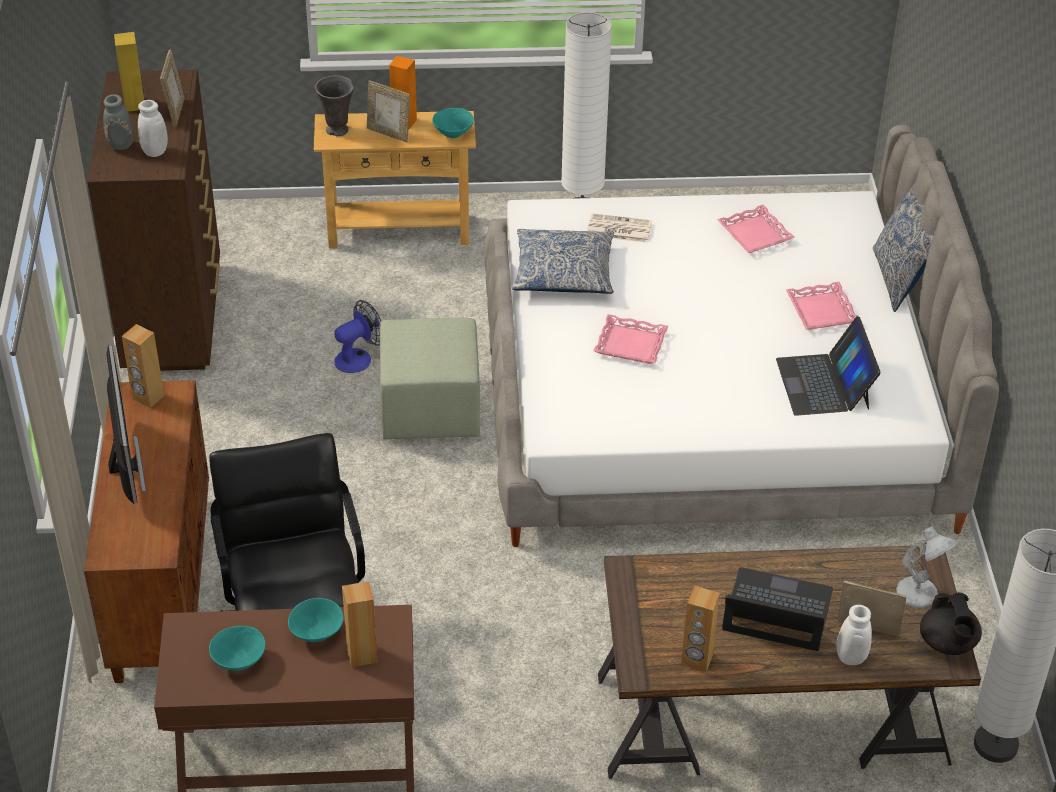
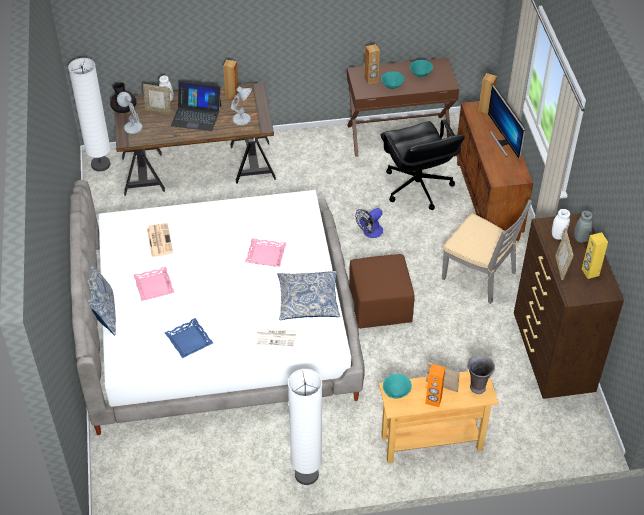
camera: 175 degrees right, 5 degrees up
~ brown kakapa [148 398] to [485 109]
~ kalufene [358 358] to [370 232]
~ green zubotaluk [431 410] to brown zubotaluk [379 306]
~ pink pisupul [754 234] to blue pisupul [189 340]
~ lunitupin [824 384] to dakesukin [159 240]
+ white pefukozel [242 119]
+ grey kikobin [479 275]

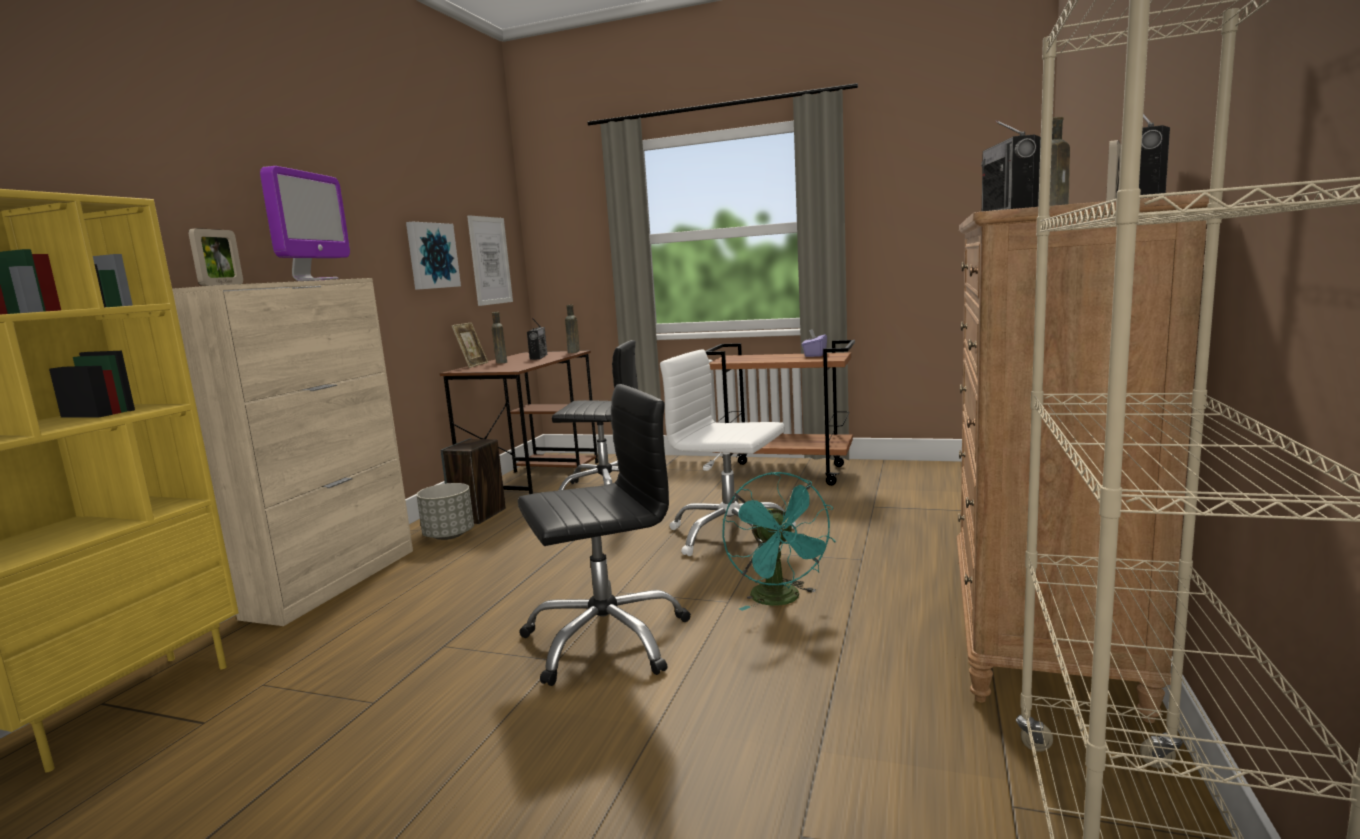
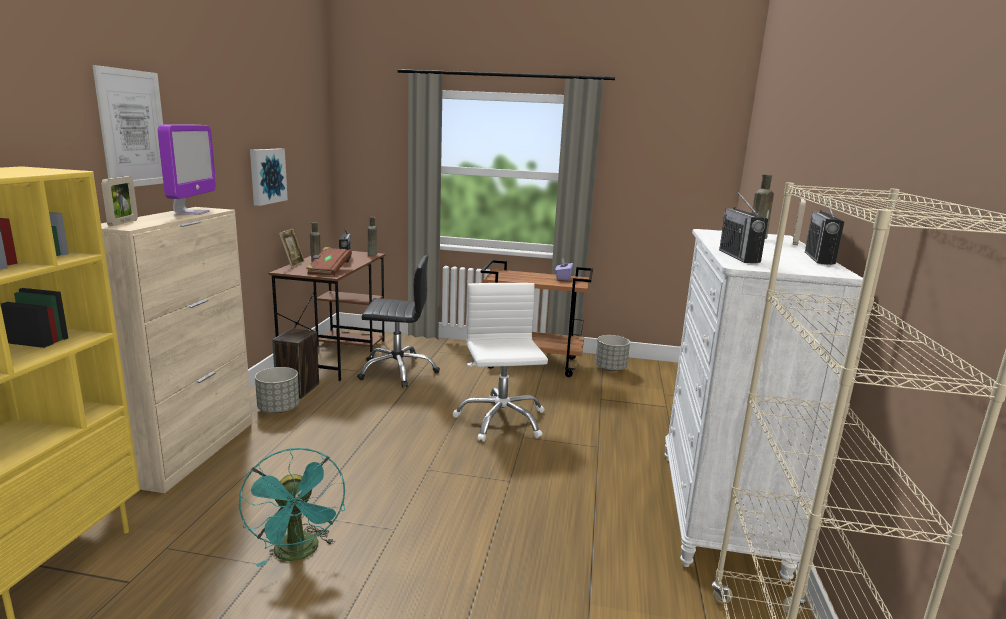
camera: 10 degrees left, 5 degrees up
~ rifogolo [490 260] to [133 128]
- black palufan [606 639]
~ white palufan [730 535] = [501 420] 60 degrees clockwise
~ turquoise kalufene [781 600] to [299 554]
~ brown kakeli [1040 630] to white kakeli [719 511]
+ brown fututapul [329 270]
+ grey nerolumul [610 368]

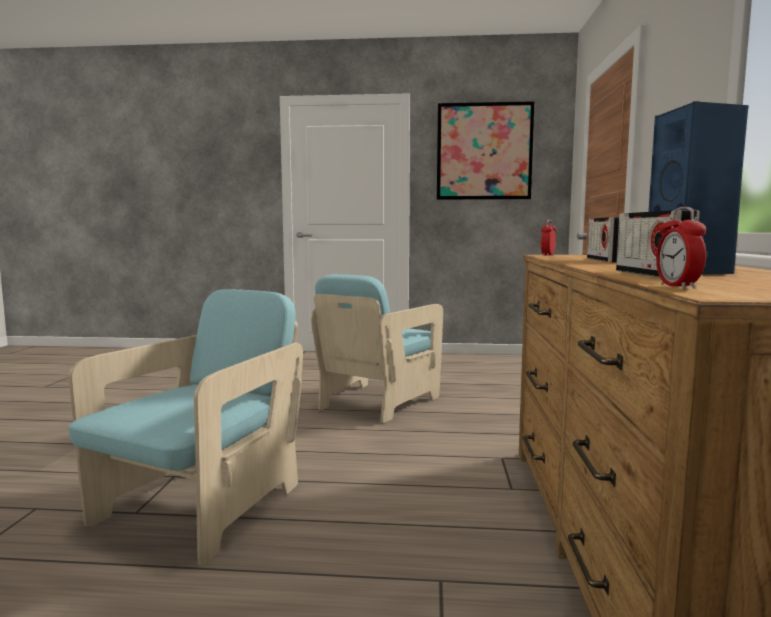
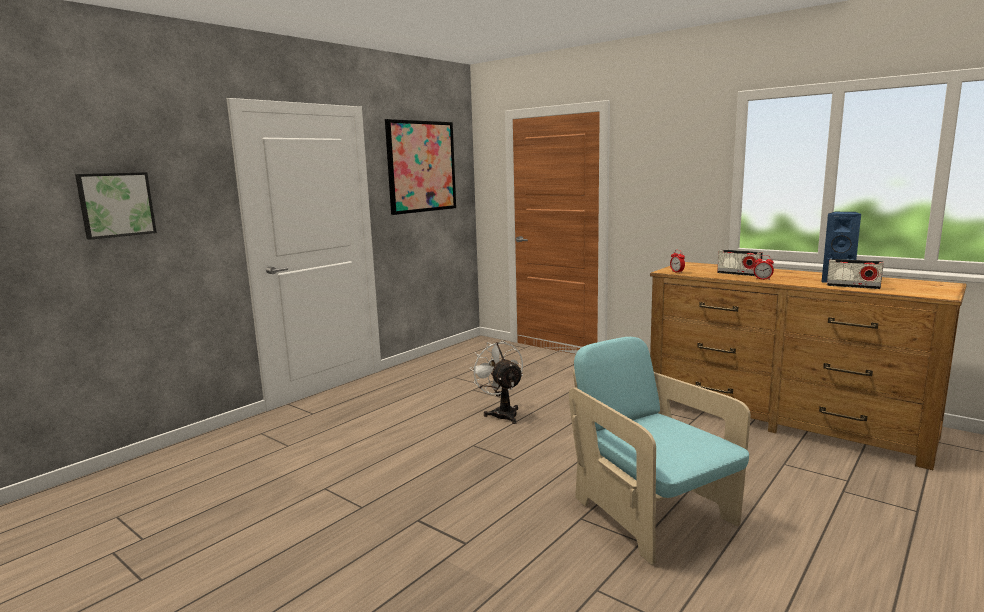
camera: 55 degrees left, 5 degrees up
~ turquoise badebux [378 402] to white kalufene [502 413]
~ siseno [677 286] to [763 279]
+ rifogolo [116 204]

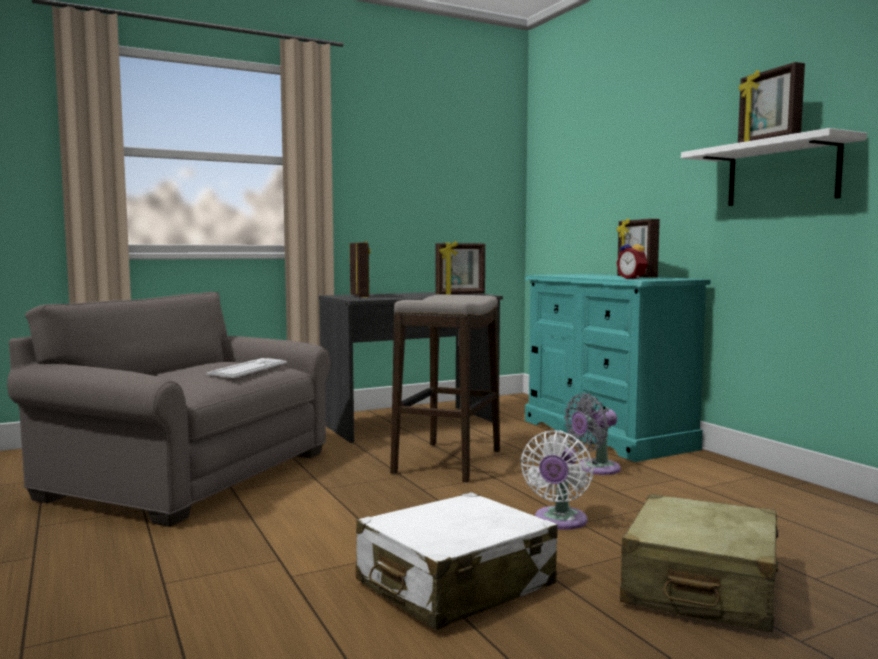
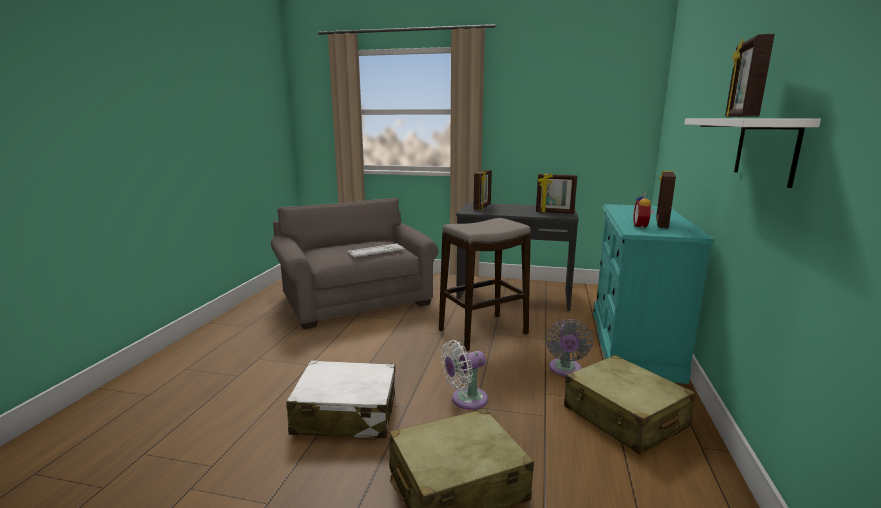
camera: 40 degrees right, 10 degrees up
~ grey kalufene [594 469] = [565 370] 90 degrees counterclockwise
+ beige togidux [624 417]

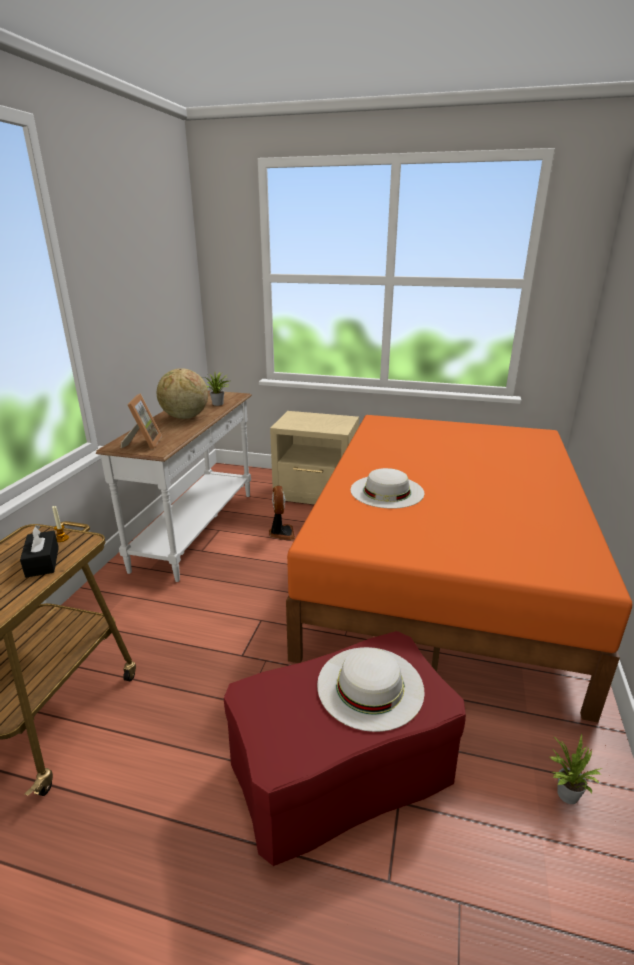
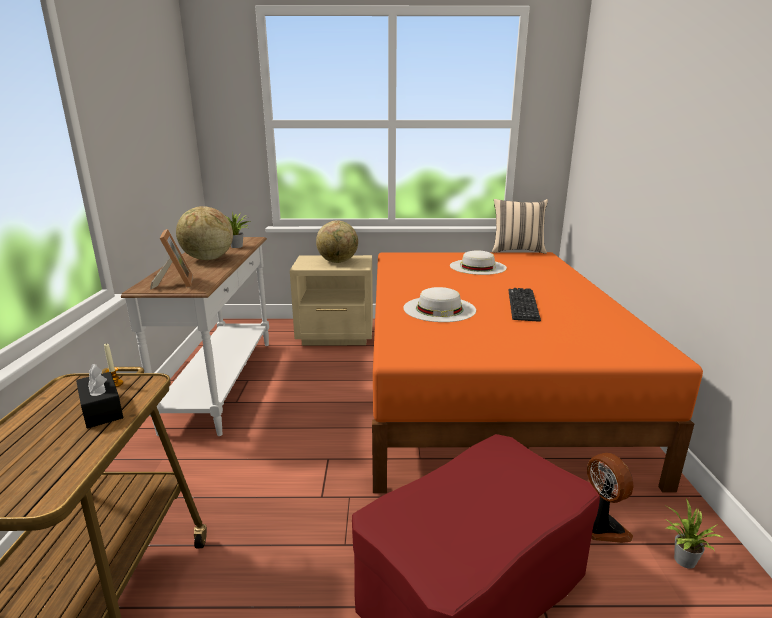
camera: 15 degrees left, 5 degrees down
~ kalufene [281 533] to [601 527]
~ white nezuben [370 686] to [477 267]
+ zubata [338 262]
+ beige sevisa [517 250]
+ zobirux [523 305]

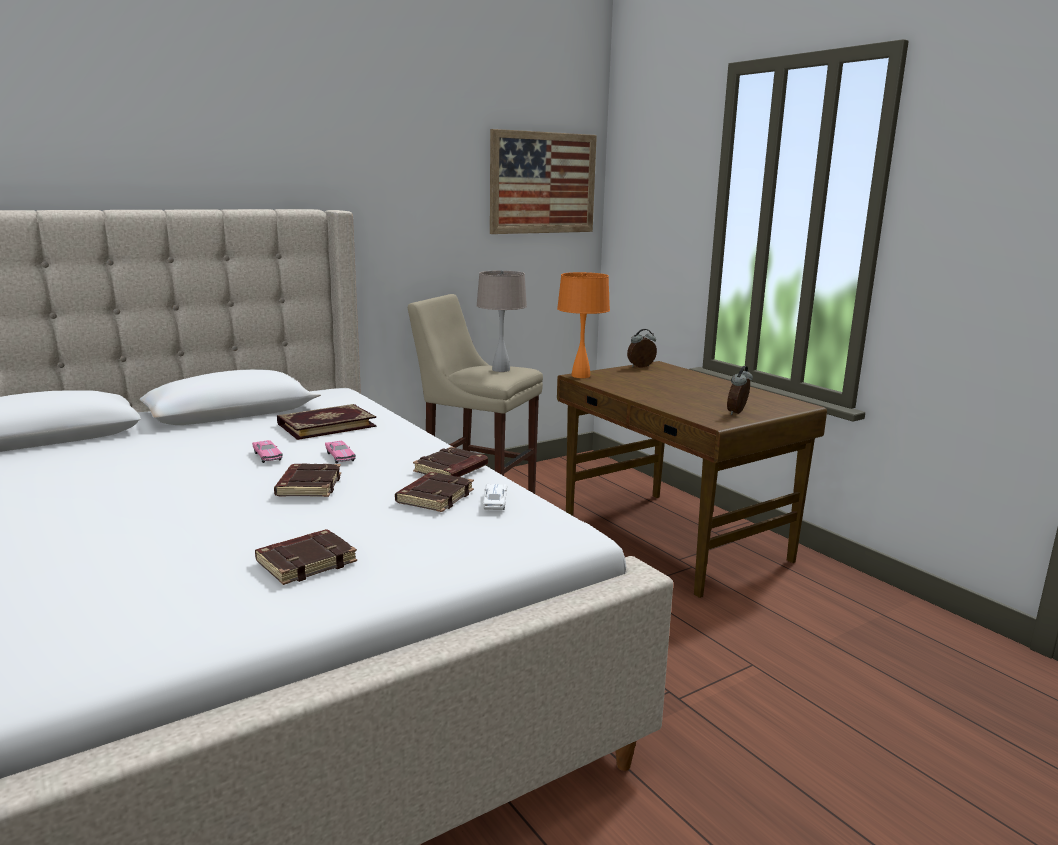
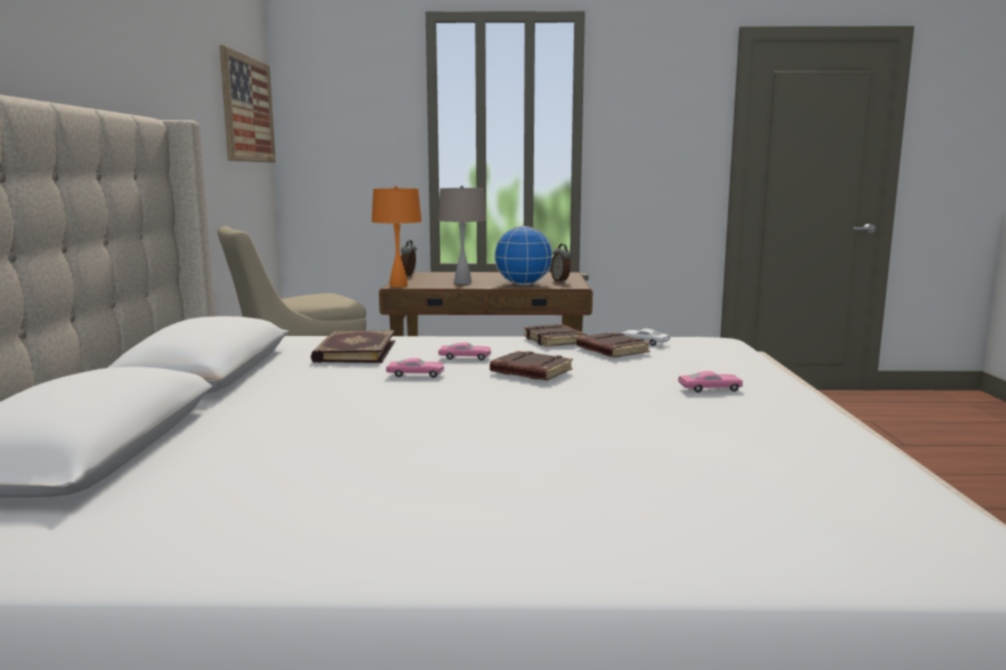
camera: 55 degrees left, 5 degrees down
~ brown fututapul [306 562] to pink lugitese [710 389]
~ beige pefukozel [500 369] to [462 283]
+ zubata [522 284]

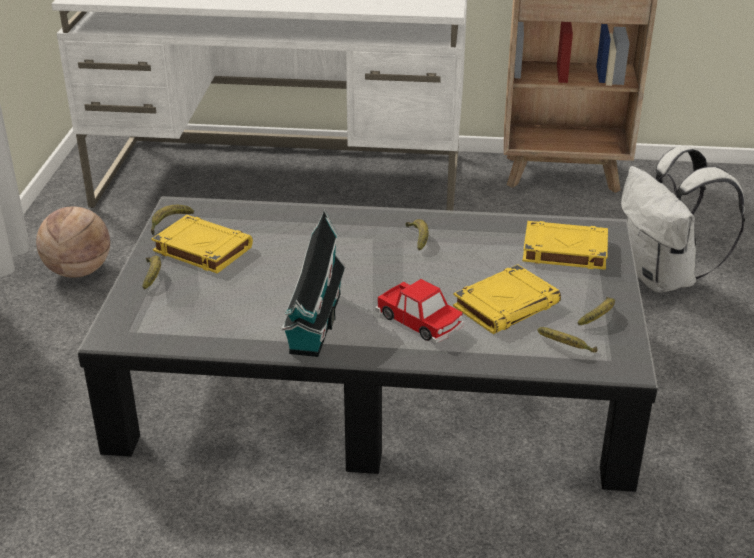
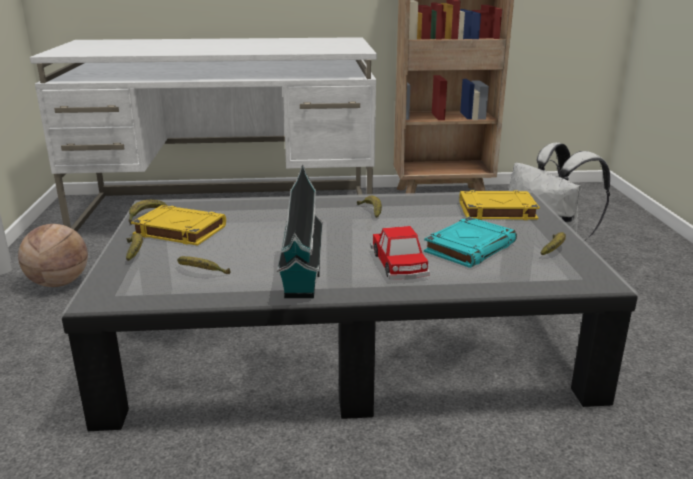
camera: 10 degrees left, 10 degrees down
~ lugitese [419 321] = [398 264] 45 degrees clockwise
~ yellow fututapul [506 305] to turquoise fututapul [470 247]
~ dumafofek [564 347] to [201 272]

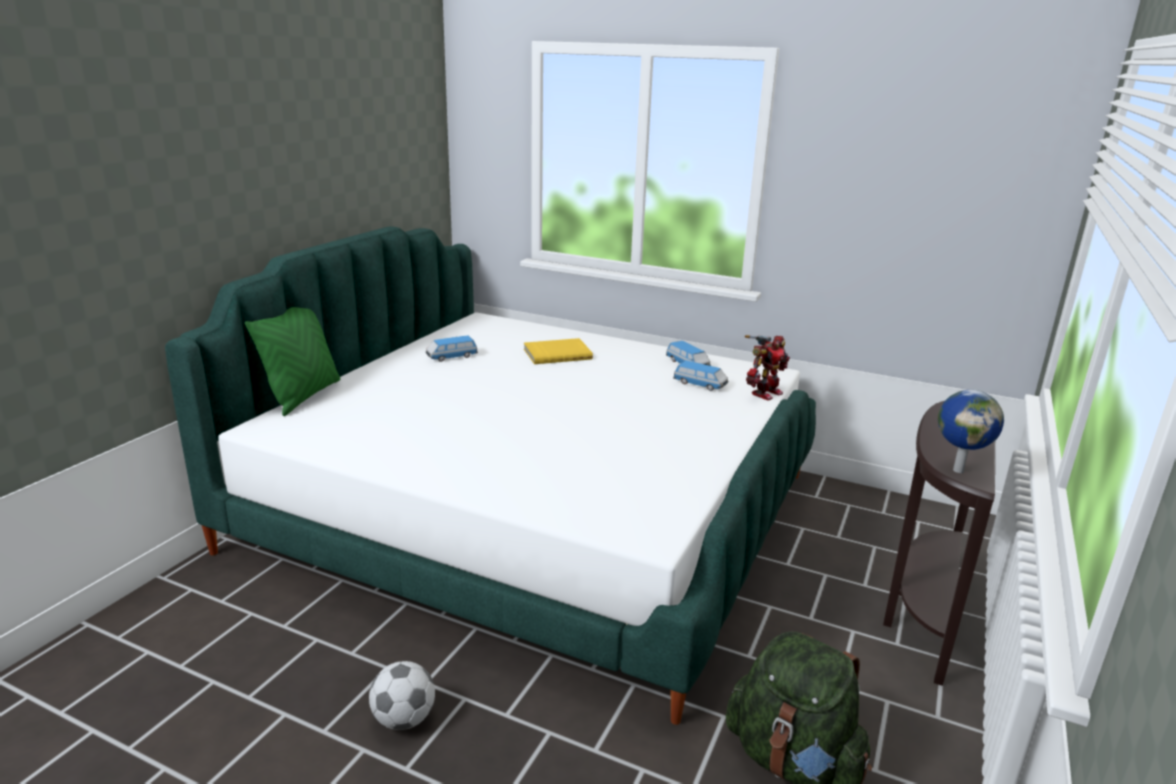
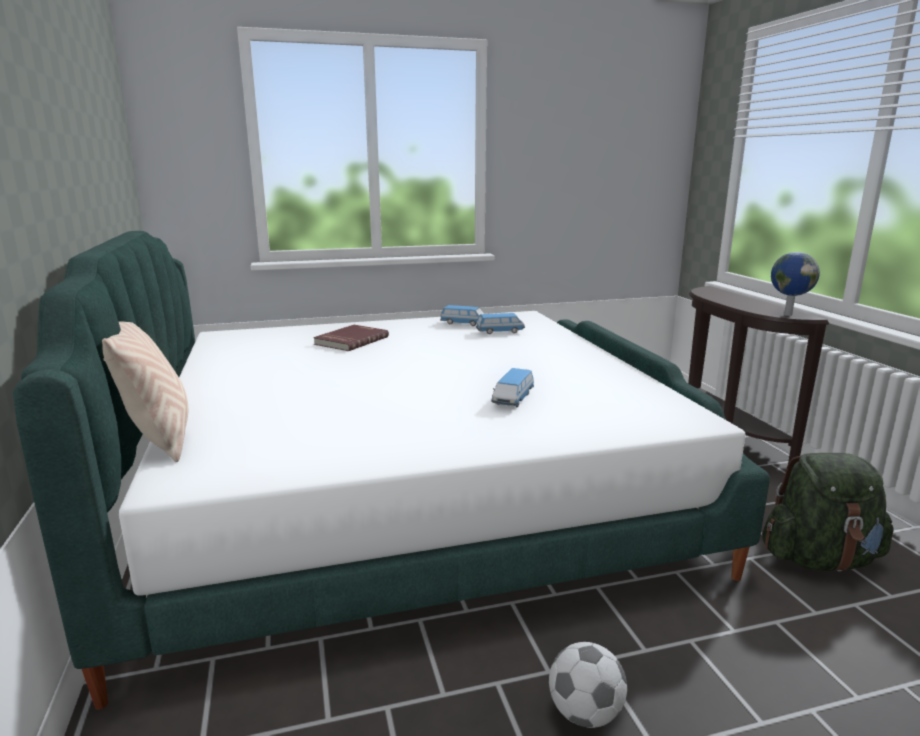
camera: 40 degrees left, 5 degrees down
~ green sevisa [303 396] to beige sevisa [159 439]
~ lugitese [451 357] to [513 399]
~ yellow fututapul [557 354] to red fututapul [350 340]
- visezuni [764 393]

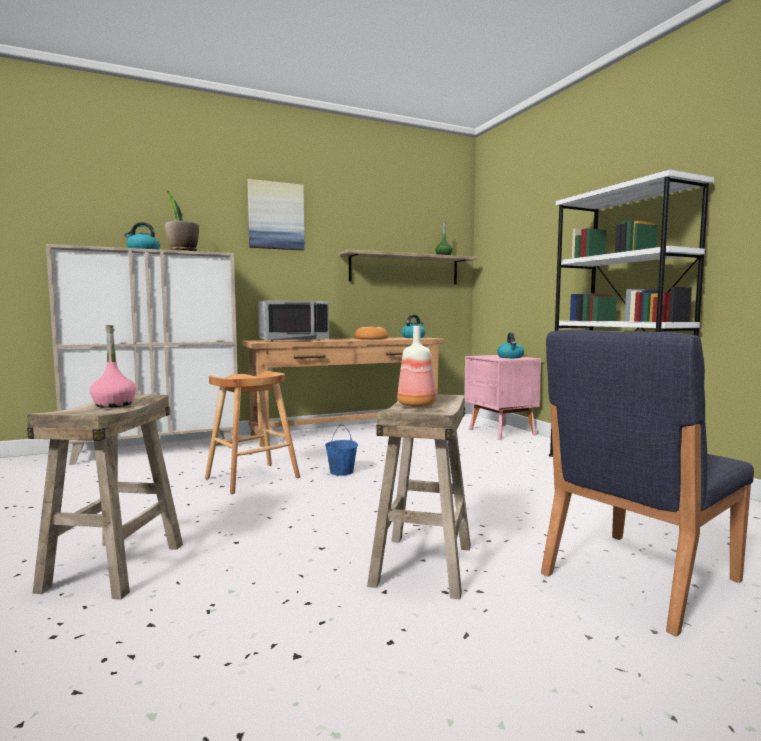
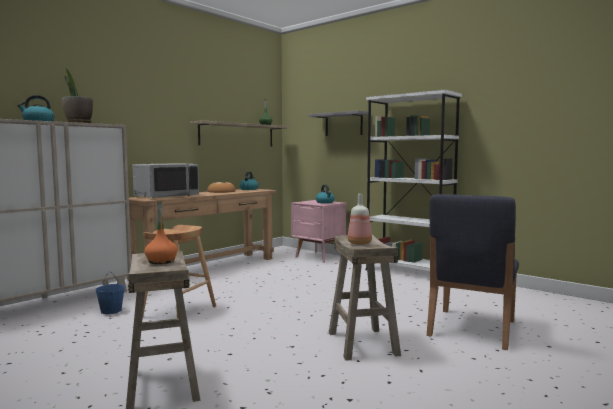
camera: 25 degrees left, 0 degrees up
~ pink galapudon [114 405] to orange galapudon [161 261]
- rifogolo [276 216]
~ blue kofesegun [341 472] to [110 311]
+ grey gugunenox [343 124]

